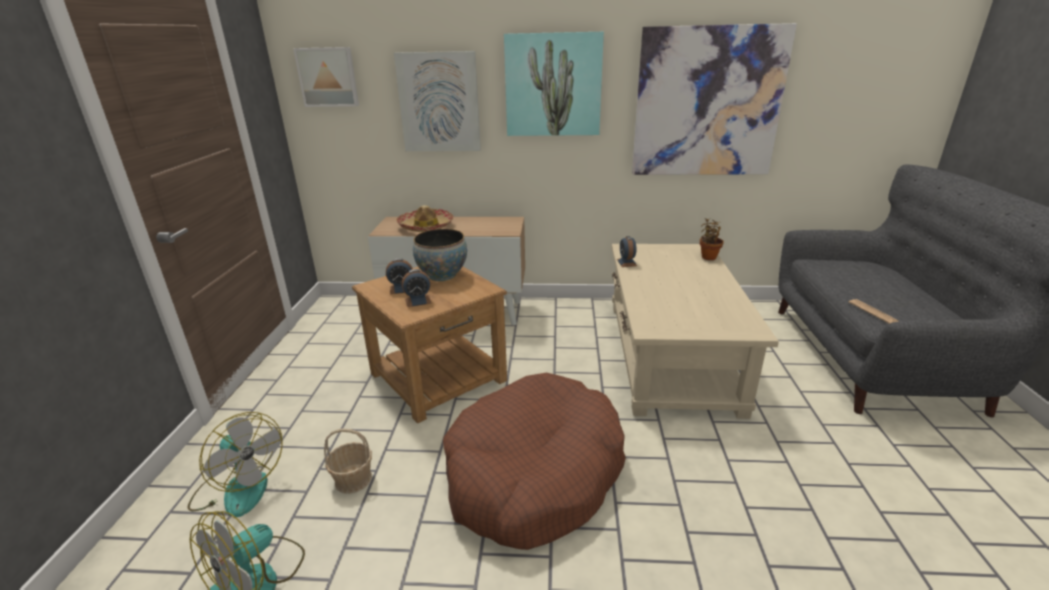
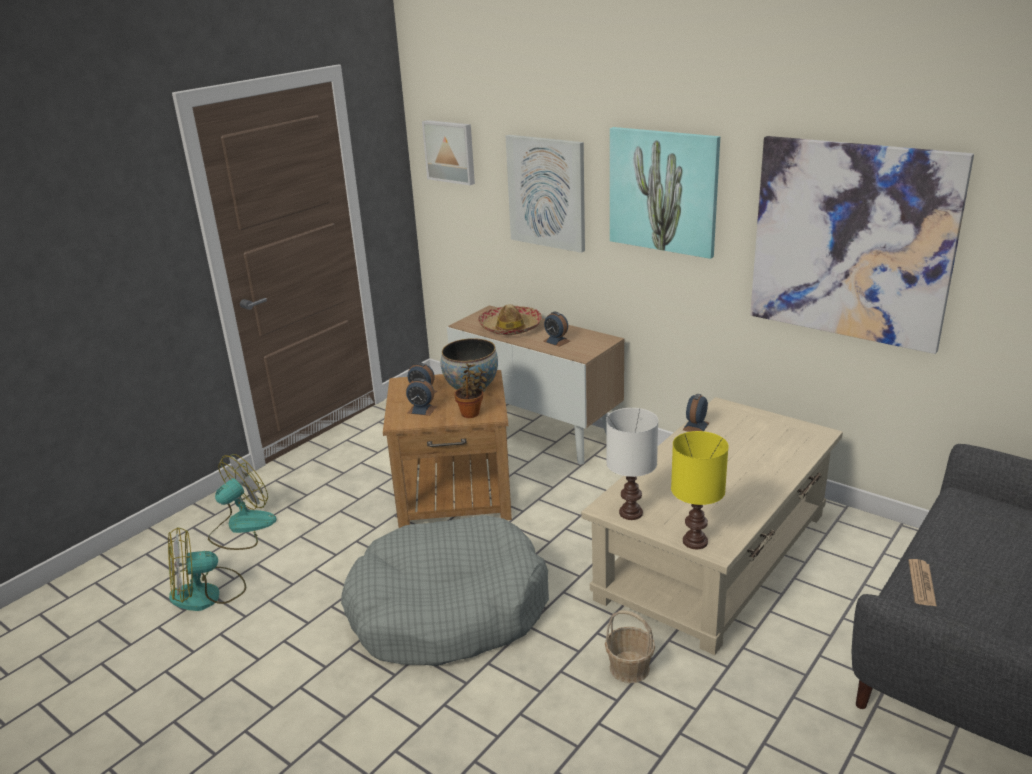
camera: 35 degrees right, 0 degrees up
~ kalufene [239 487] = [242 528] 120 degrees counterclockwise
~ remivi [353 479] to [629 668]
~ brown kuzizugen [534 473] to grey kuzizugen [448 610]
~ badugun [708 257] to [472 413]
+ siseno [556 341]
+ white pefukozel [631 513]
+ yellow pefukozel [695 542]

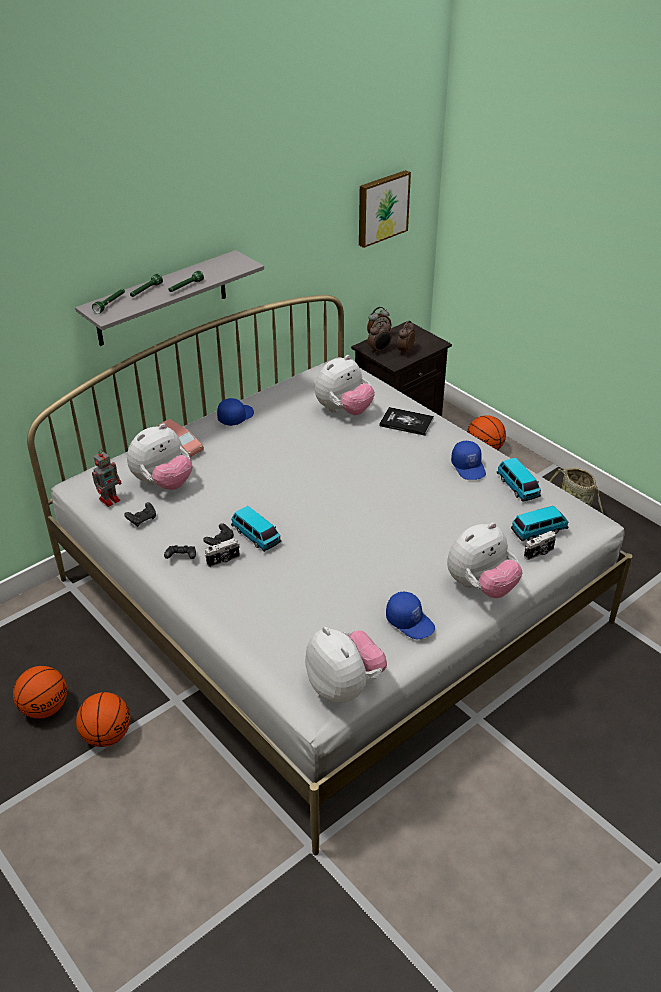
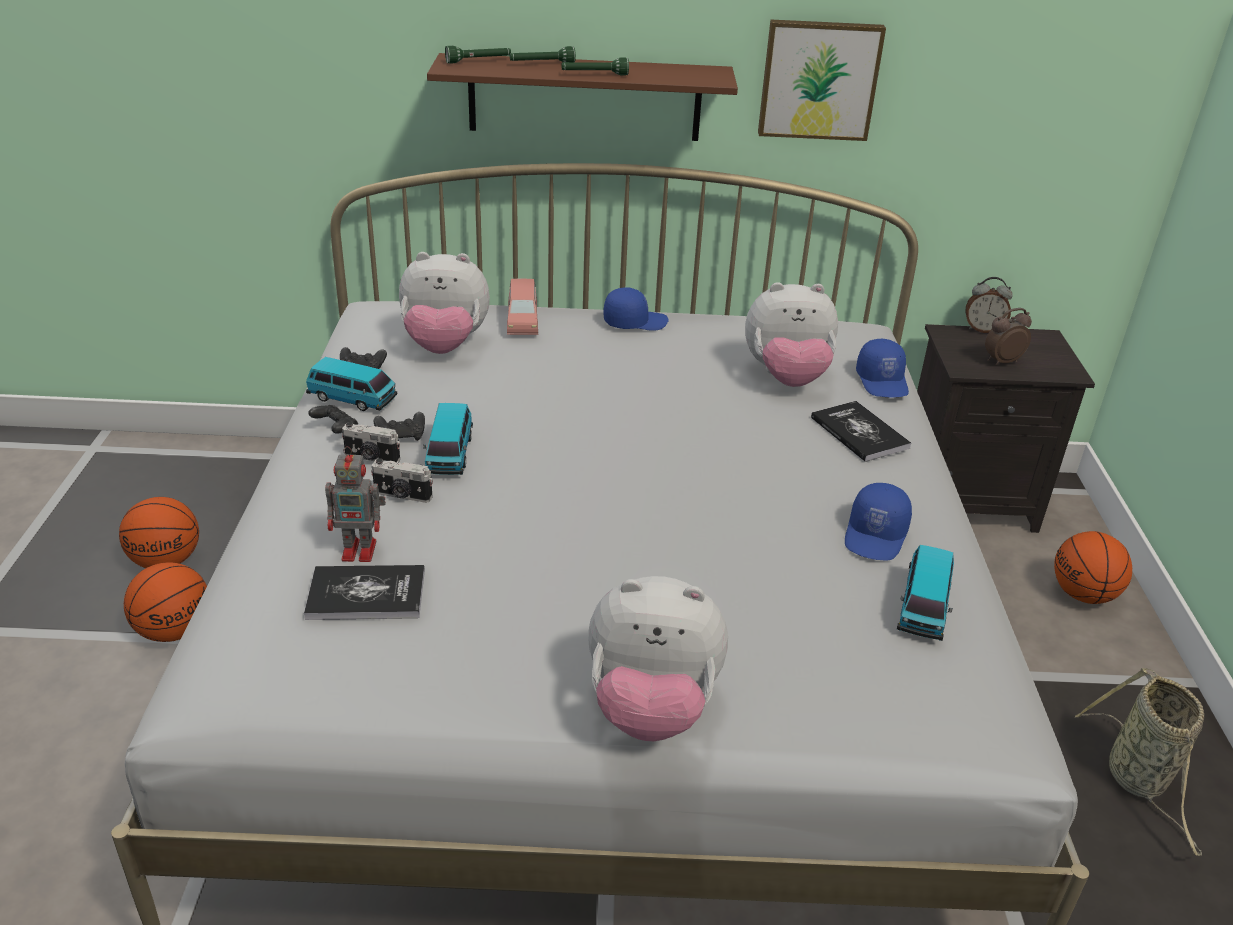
camera: 40 degrees right, 5 degrees down
~ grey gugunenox [162 299] to brown gugunenox [584 98]
~ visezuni [110 499] to [361 550]
- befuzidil [344 686]
~ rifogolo [382 207] to [819 79]
- siseno [379 350]
~ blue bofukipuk [410 622] to [883 381]
~ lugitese [539 531] to [352 399]
~ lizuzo [539 553] to [402 496]
+ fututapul [366 594]

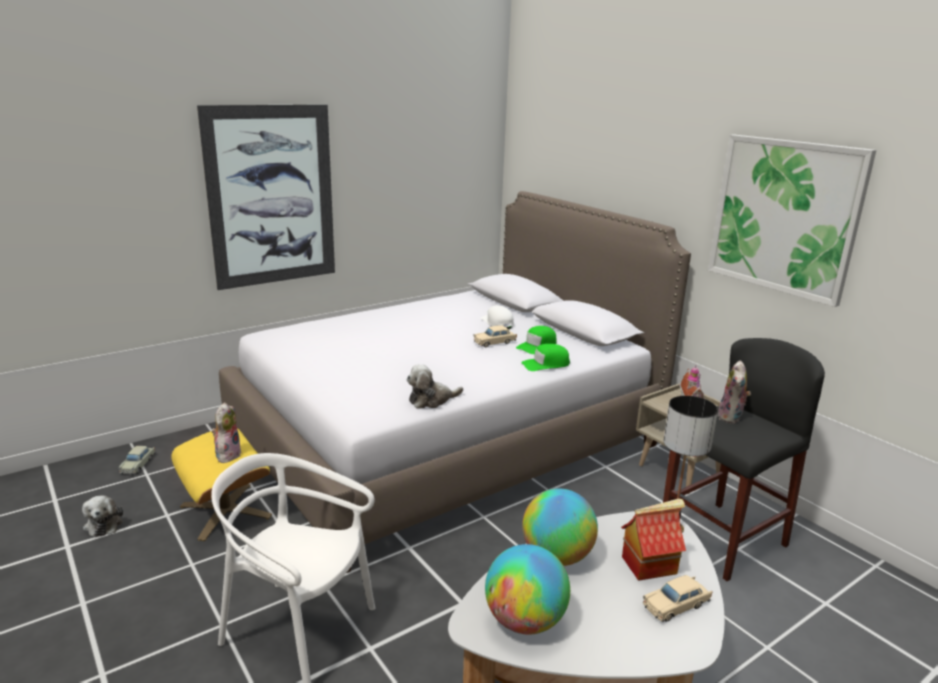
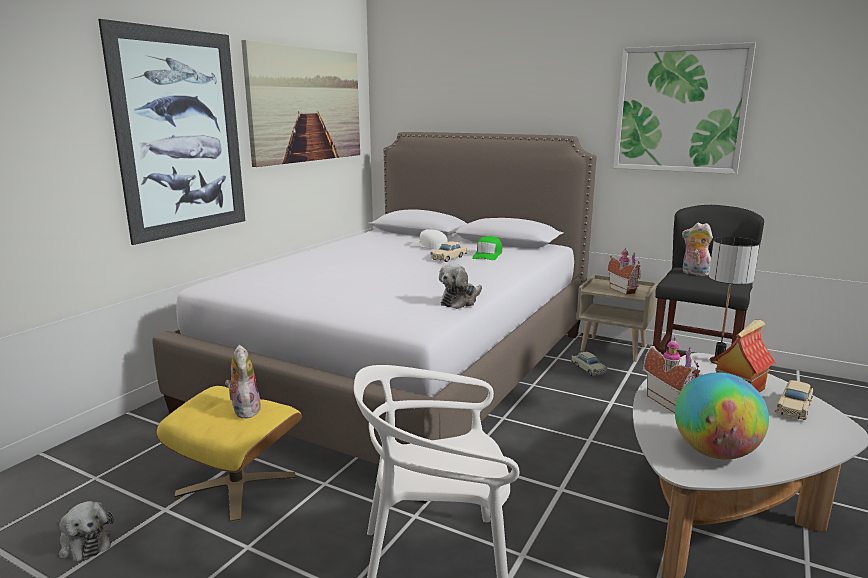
camera: 25 degrees left, 5 degrees down
~ beige lugitese [138 465] to [588 369]
- green bofukipuk [545 364]
~ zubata [556 556] to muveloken [670 402]
~ befuzidil [731 417] = [694 273] 135 degrees clockwise
+ rifogolo [306 105]

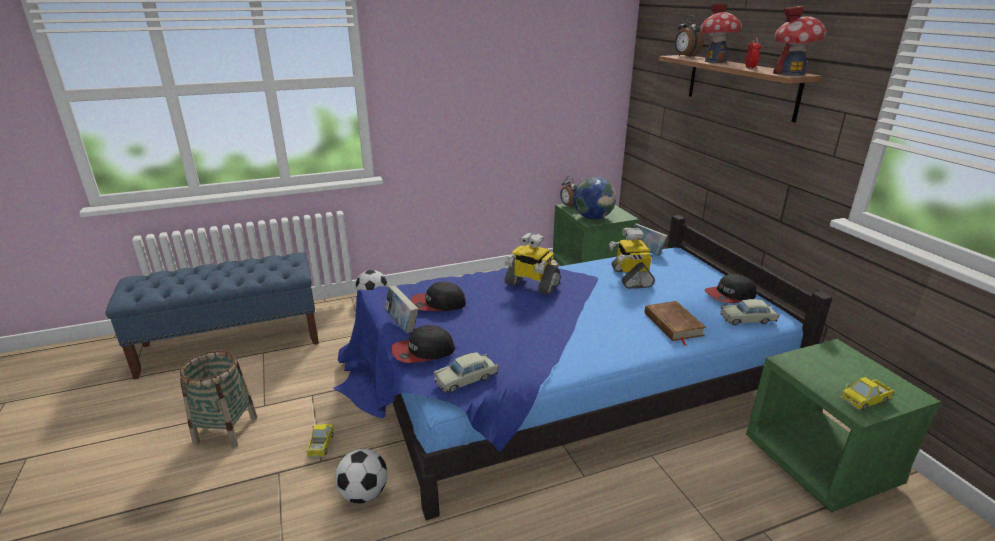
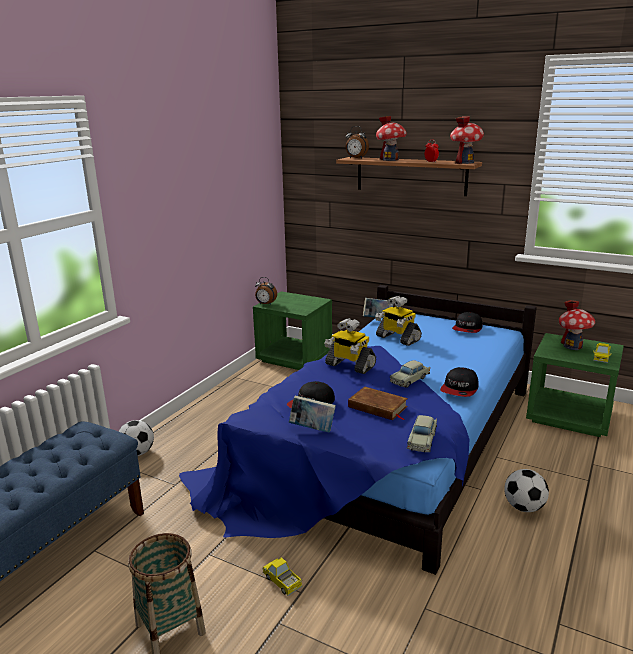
camera: 40 degrees left, 5 degrees down
~ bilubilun [363 494] to [524 507]
~ bofukipuk [423 351] to [460 389]
~ visezuni [531 284] = [349 365] 45 degrees clockwise
- zubata [592 218]
~ brown fututapul [673 324] to [377 407]
~ beige lugitese [747 319] to [410 380]
+ muveloken [573 346]

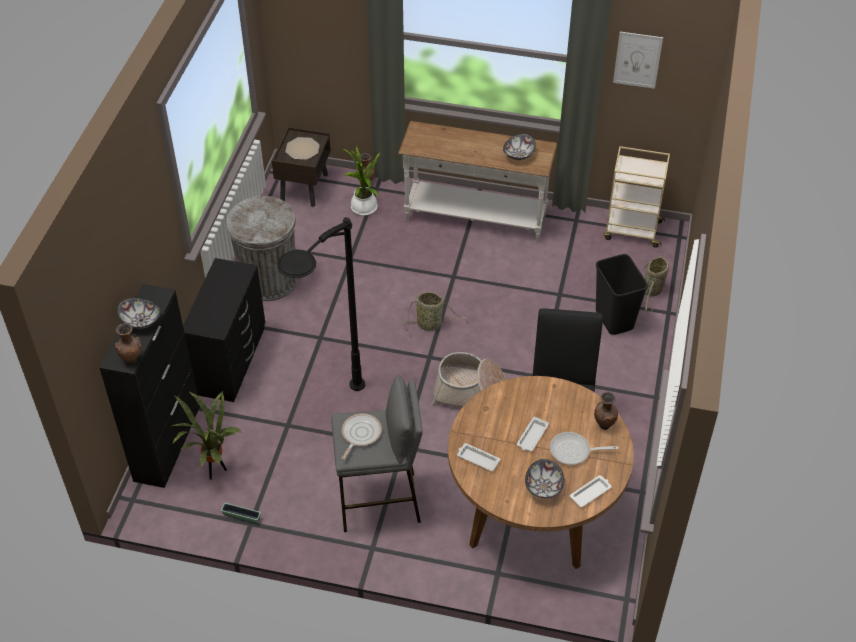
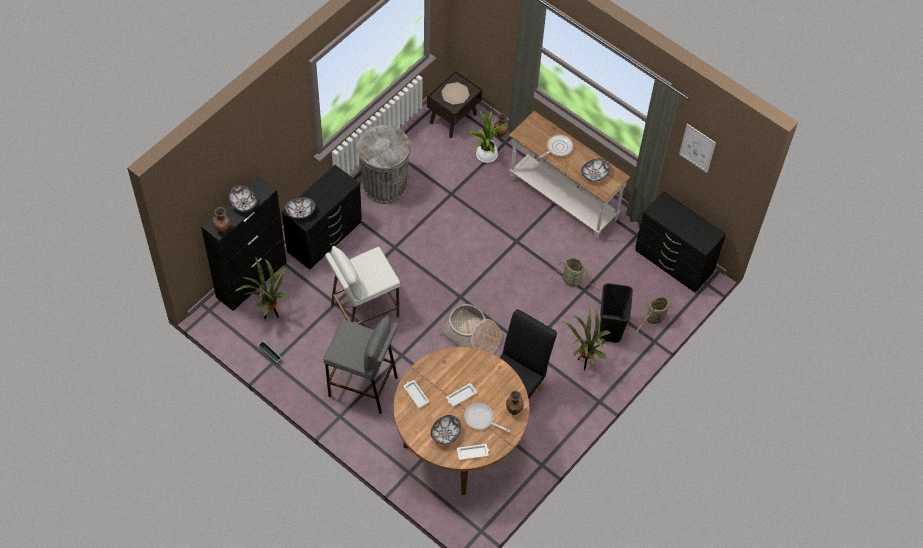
camera: 25 degrees right, 10 degrees up
~ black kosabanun [327 418] to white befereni [364 310]
~ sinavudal [360 434] to [558 148]
~ remivi [431 324] to [573 281]
~ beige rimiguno [631 230] to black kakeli [673 262]
+ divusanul [300 212]
+ badugun [584 364]

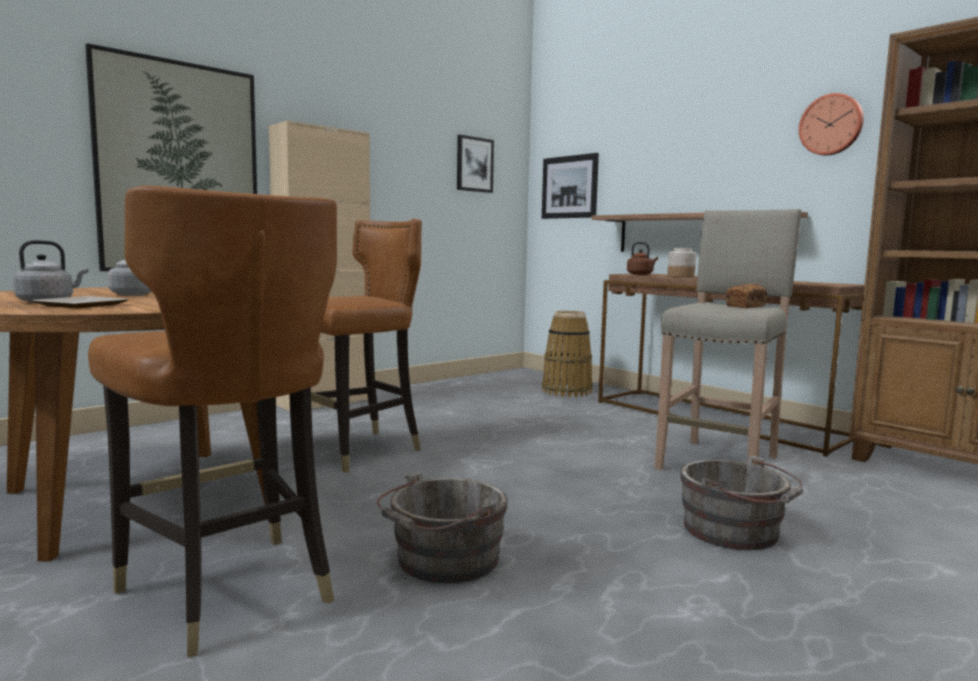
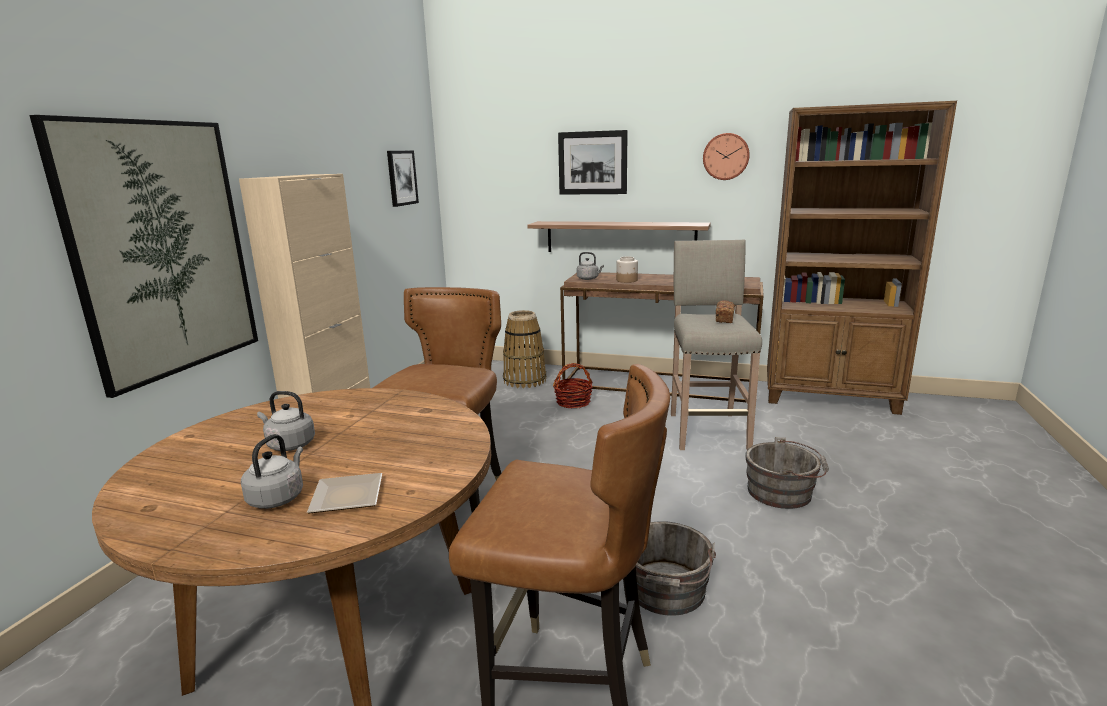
camera: 30 degrees left, 10 degrees up
~ rifogolo [569 187] to [592 163]
~ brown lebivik [641 274] to grey lebivik [589 279]
+ remivi [573 402]

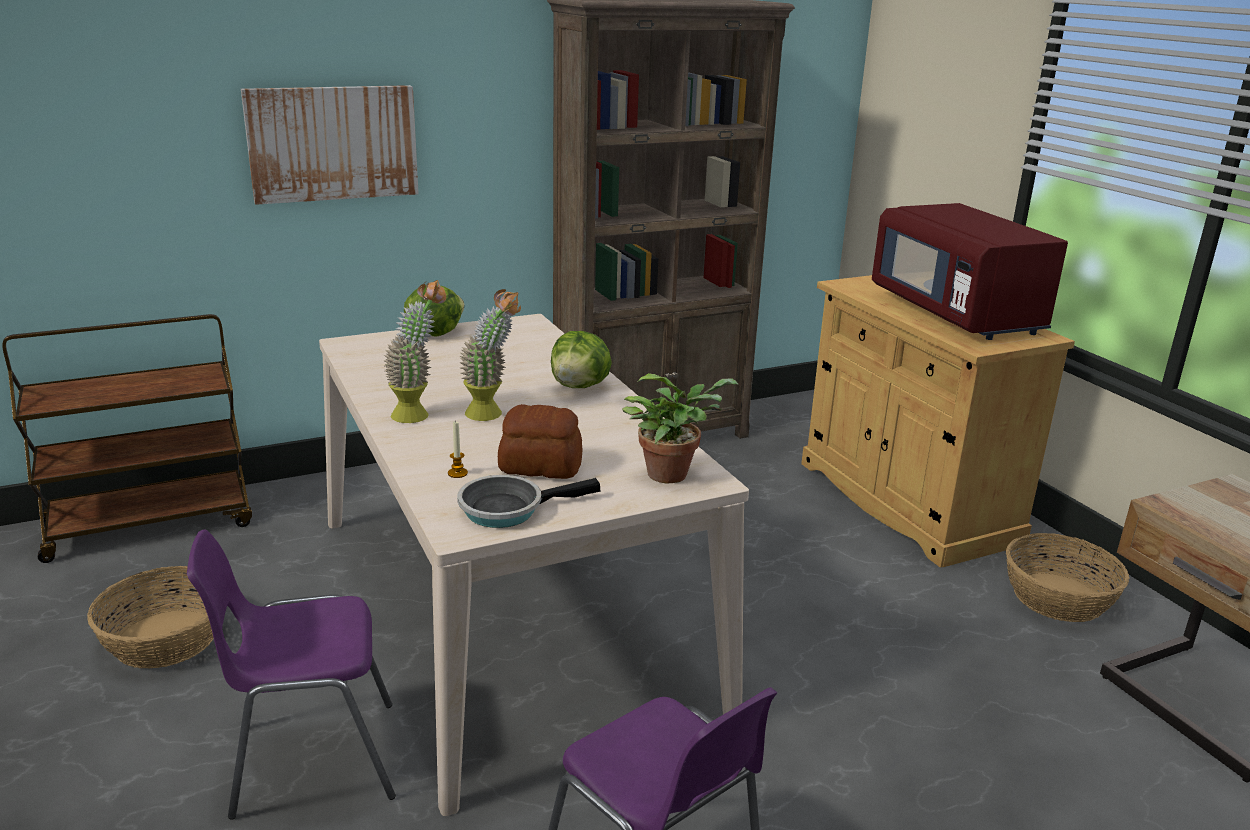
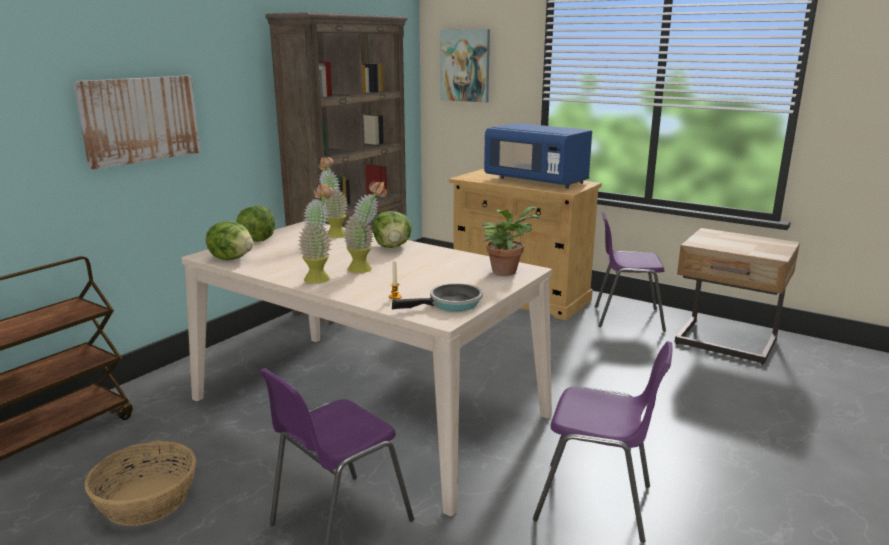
camera: 30 degrees left, 5 degrees down
~ sinavudal [508 509] = [451 304] 150 degrees counterclockwise
- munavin [540 466]
~ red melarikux [956 314] to blue melarikux [536 181]
~ remivi [1057 597] to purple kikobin [626 318]
+ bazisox [232 258]
+ badugun [334 234]
+ rifogolo [465 65]

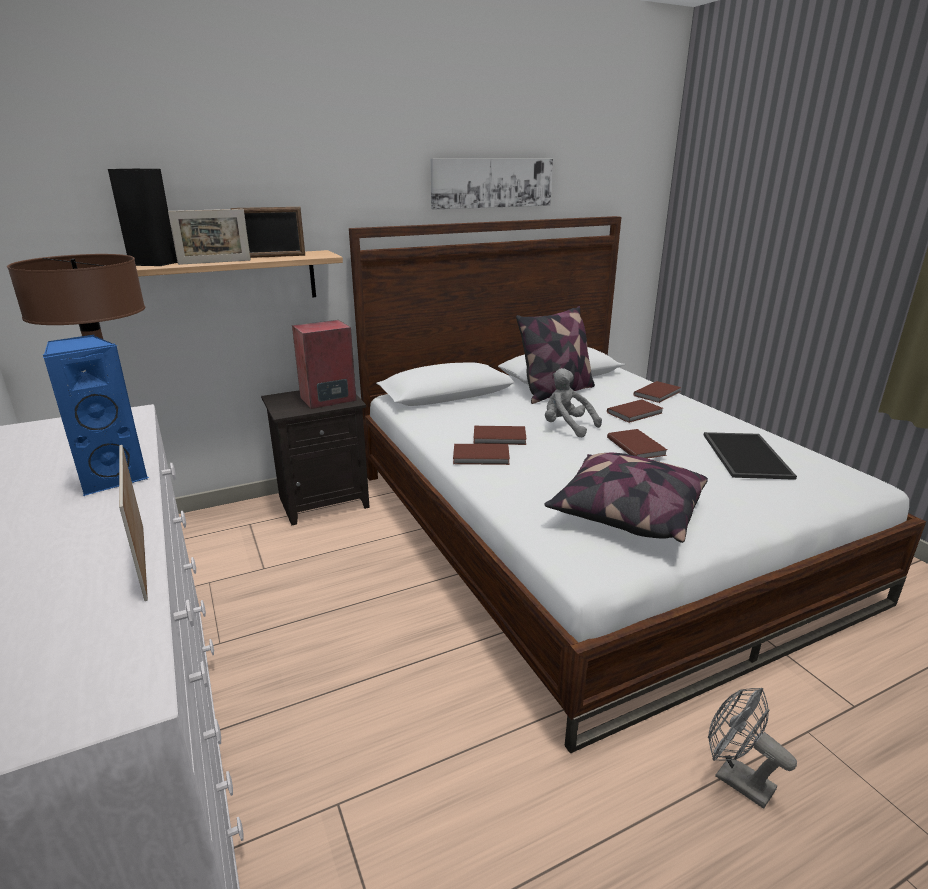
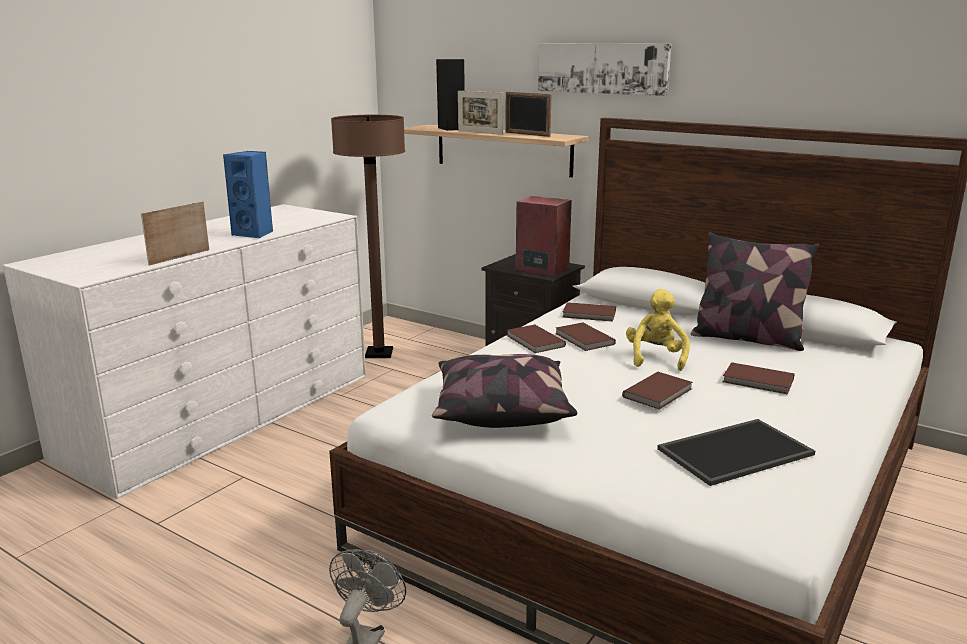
camera: 60 degrees right, 5 degrees down
~ rifogolo [492 183] to [602 68]
~ grey befuzidil [567 427] to yellow befuzidil [656 358]
~ brown fututapul [658 394] to [589 314]

